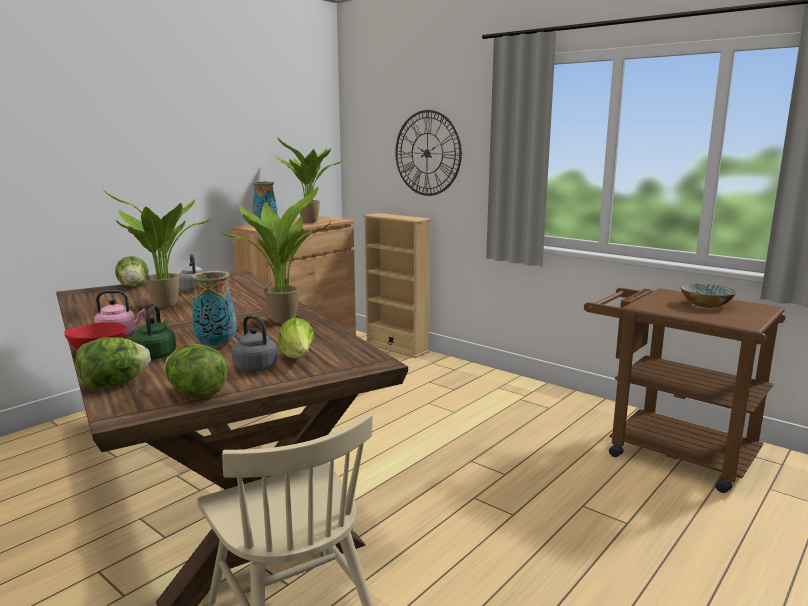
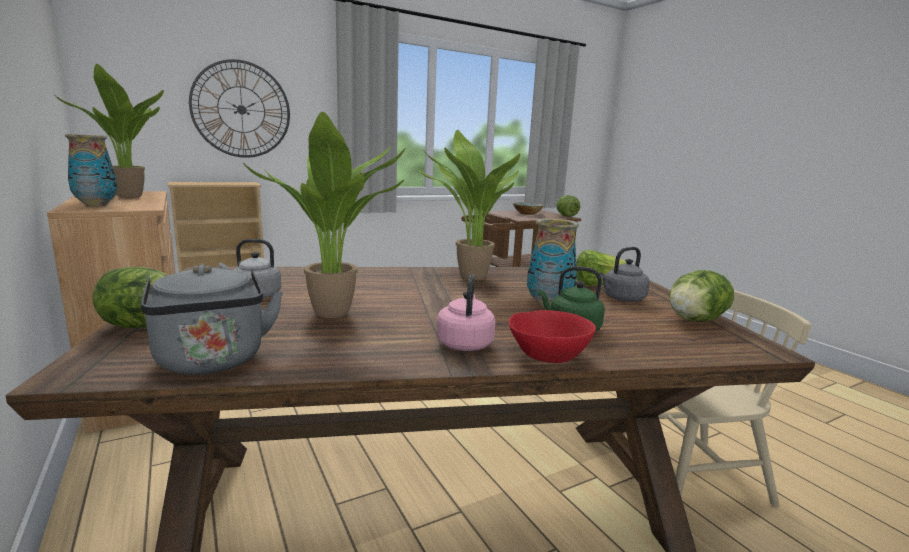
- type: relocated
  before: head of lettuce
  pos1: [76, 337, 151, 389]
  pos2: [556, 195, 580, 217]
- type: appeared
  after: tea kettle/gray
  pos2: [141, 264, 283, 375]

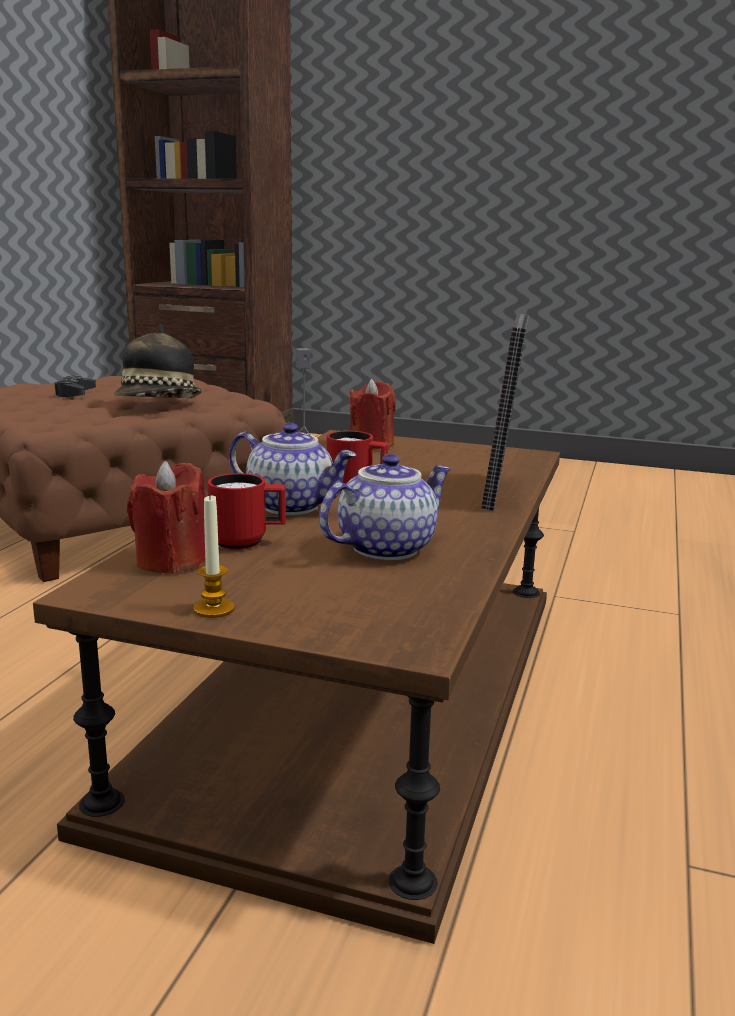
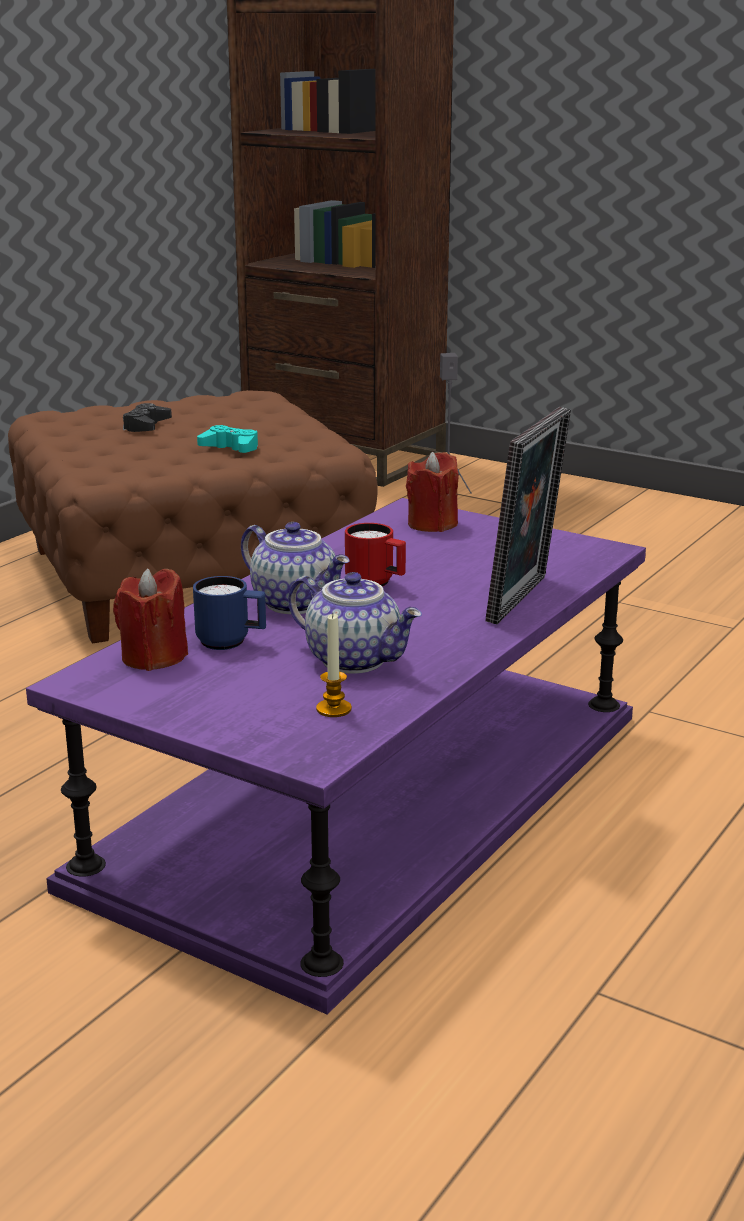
- type: colour
  before: low table/brown-coloured
  after: low table/purple
  pos1: [33, 430, 560, 944]
  pos2: [26, 498, 646, 1015]
- type: exchanged
  before: wearable hat
  after: gamepad/turquoise
  pos1: [114, 324, 201, 398]
  pos2: [197, 425, 258, 453]
- type: relocated
  before: candle
  pos1: [193, 494, 235, 618]
  pos2: [316, 613, 352, 717]
- type: colour
  before: mug/reddish
  after: mug/blue-coloured
  pos1: [208, 473, 286, 550]
  pos2: [193, 576, 266, 650]
- type: spun
  before: pot for tea
  pos1: [319, 454, 451, 560]
  pos2: [288, 572, 422, 674]
  turn: 60

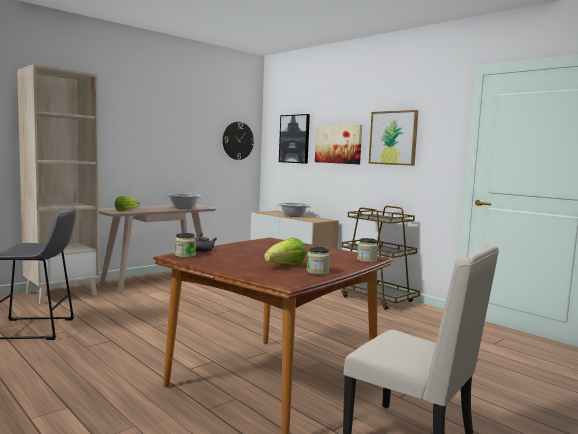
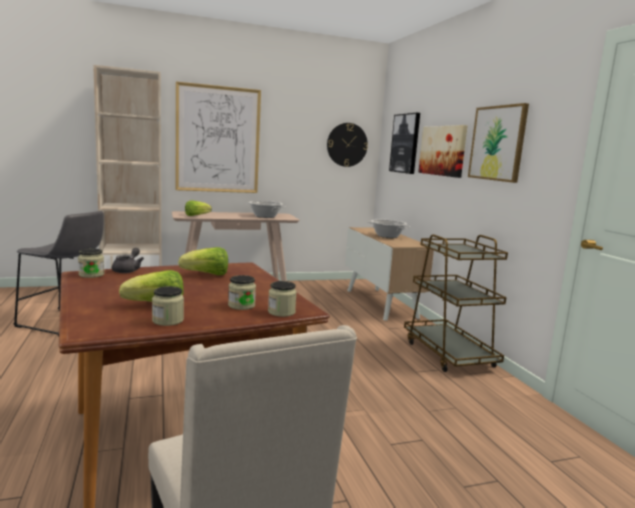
- type: appeared
  after: wall art
  pos2: [176, 81, 261, 193]
- type: appeared
  after: head of lettuce
  pos2: [178, 247, 228, 275]
- type: appeared
  after: preserve jar
  pos2: [228, 275, 256, 310]

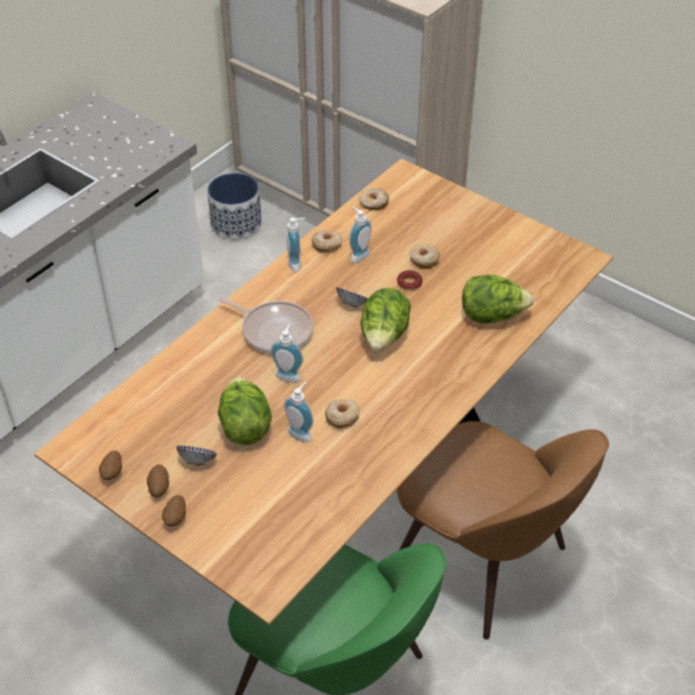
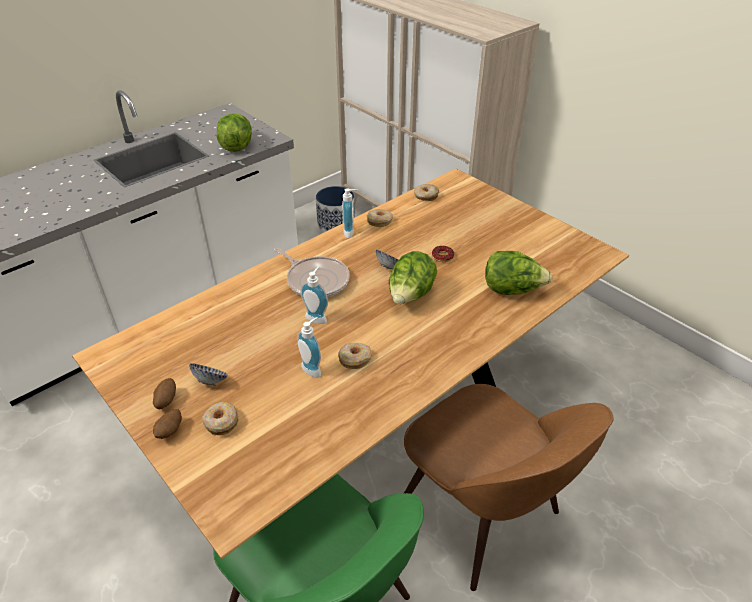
- type: missing
  before: potato
  pos1: [99, 450, 122, 480]
- type: relocated
  before: head of lettuce
  pos1: [218, 376, 272, 445]
  pos2: [217, 113, 251, 152]
- type: missing
  before: soap dispenser
  pos1: [349, 206, 372, 263]
- type: relocated
  before: ring doughnut
  pos1: [409, 244, 440, 269]
  pos2: [202, 402, 238, 435]

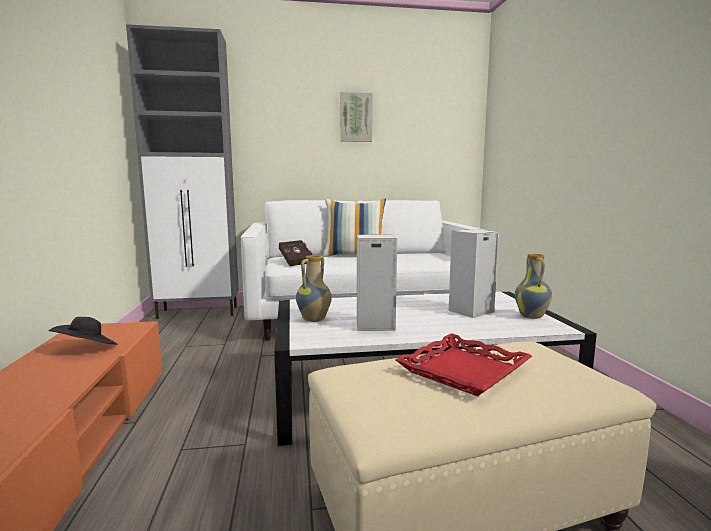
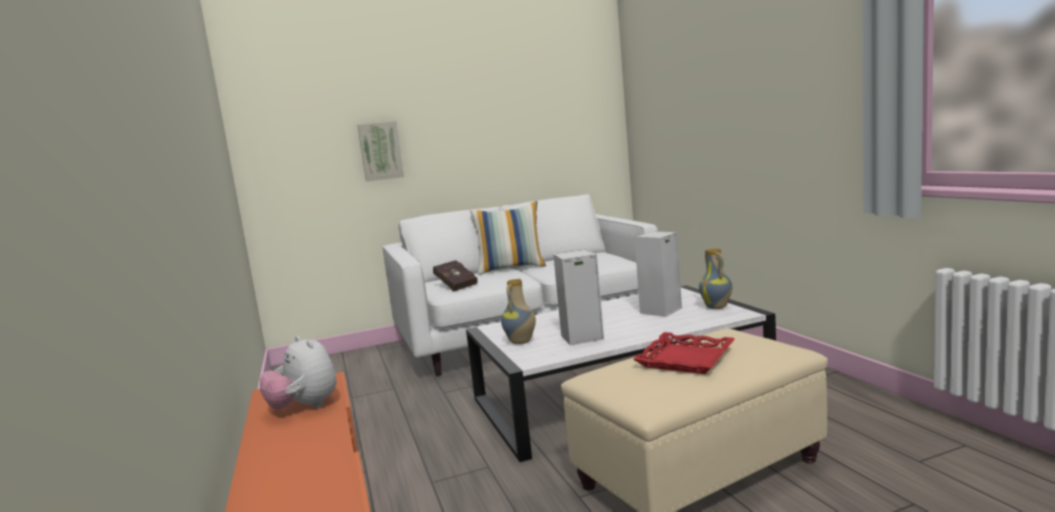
- type: exchanged
  before: wearable hat/blackish
  after: cuddly toy
  pos1: [49, 317, 118, 345]
  pos2: [260, 336, 337, 410]
- type: missing
  before: storage cabinet/gray
  pos1: [126, 24, 239, 319]
- type: relocated
  before: wall art
  pos1: [340, 92, 372, 142]
  pos2: [358, 121, 404, 181]

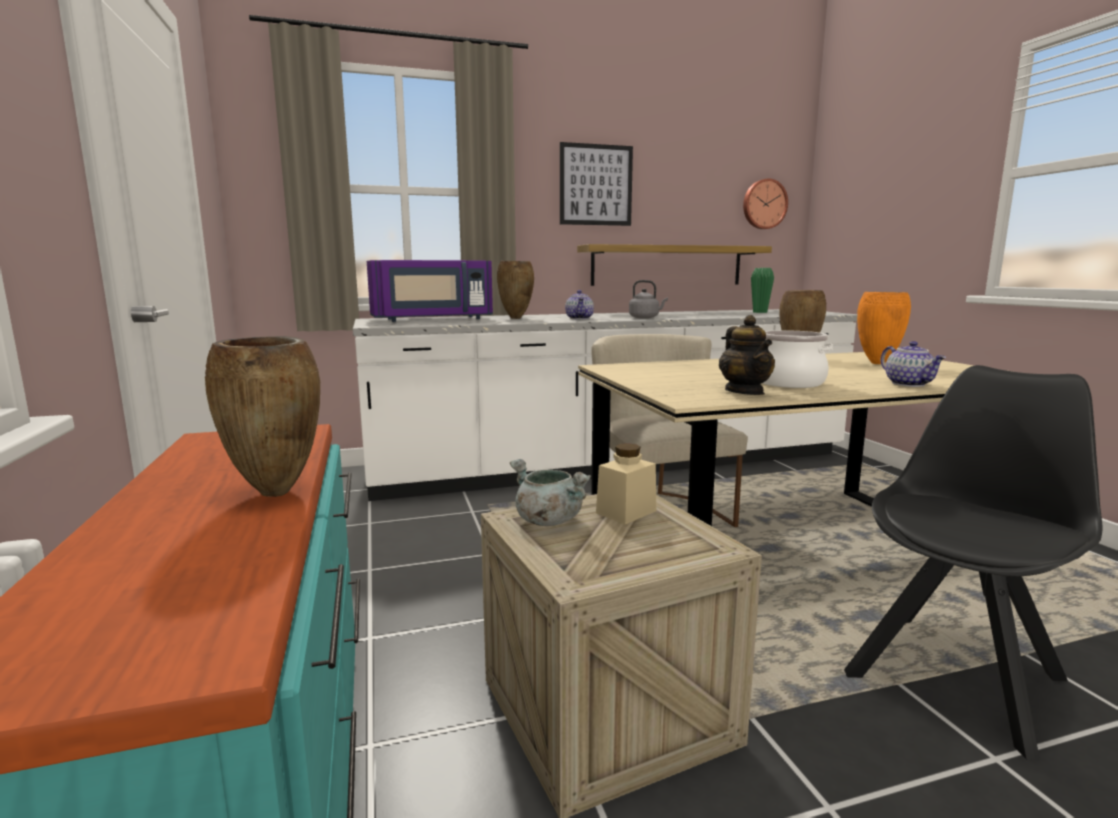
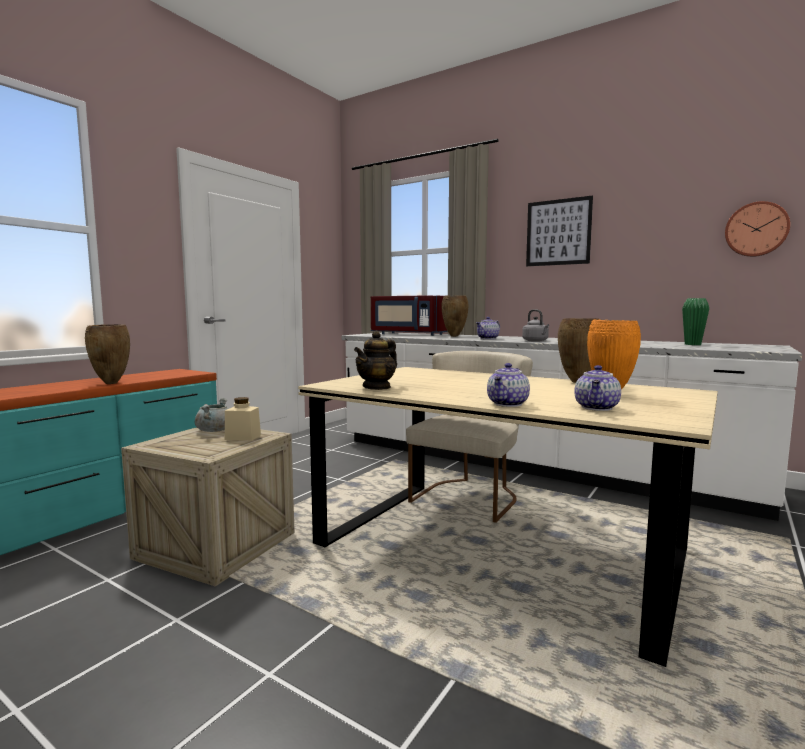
- type: colour
  before: kitchen microwave/purple
  after: kitchen microwave/reddish
  pos1: [367, 260, 493, 322]
  pos2: [371, 295, 448, 336]
- type: missing
  before: shelf
  pos1: [577, 244, 772, 286]
- type: missing
  before: saucepot
  pos1: [763, 330, 833, 388]
- type: missing
  before: plain chair/blackish
  pos1: [844, 365, 1102, 760]
- type: appeared
  after: pot for tea
  pos2: [574, 365, 621, 411]

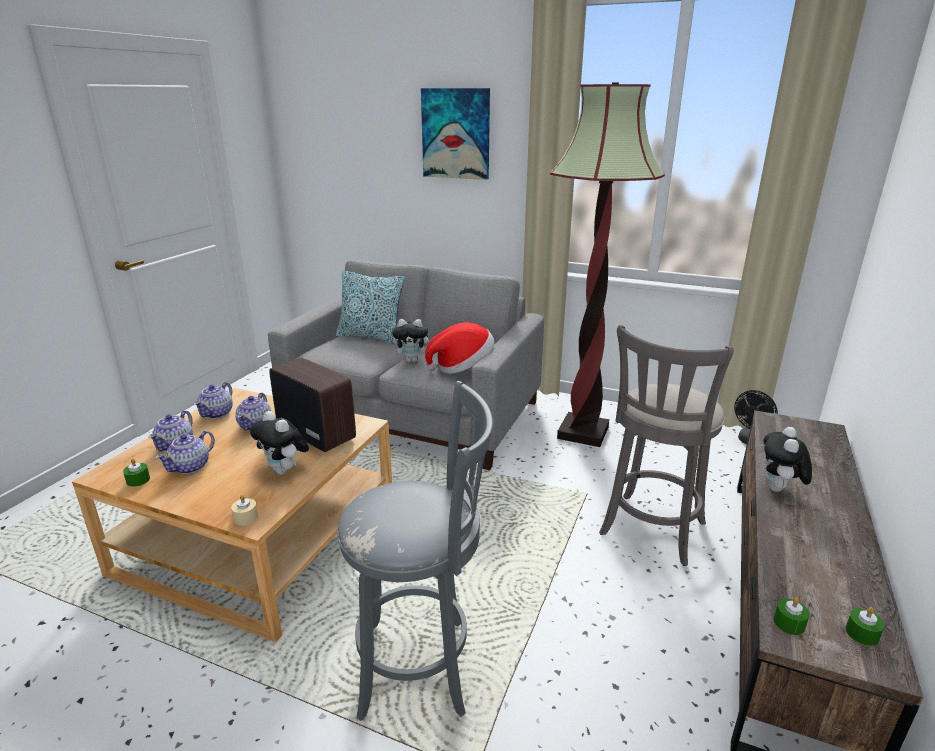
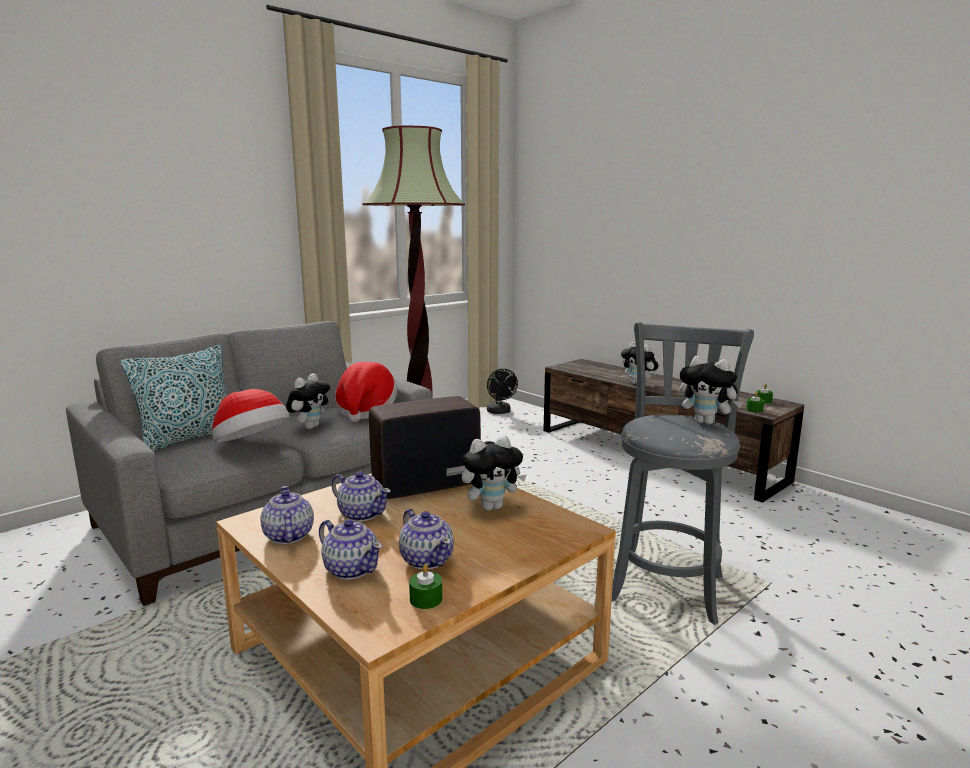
- type: spun
  before: pot for tea
  pos1: [194, 382, 233, 419]
  pos2: [260, 486, 314, 544]
  turn: -150
- type: missing
  before: candle/beige
  pos1: [231, 495, 258, 526]
- type: missing
  before: wall art
  pos1: [421, 88, 490, 180]
- type: missing
  before: sitting stool/gray
  pos1: [599, 325, 734, 566]
- type: appeared
  after: wearable hat
  pos2: [212, 389, 290, 443]
- type: appeared
  after: cuddly toy
  pos2: [680, 356, 743, 425]

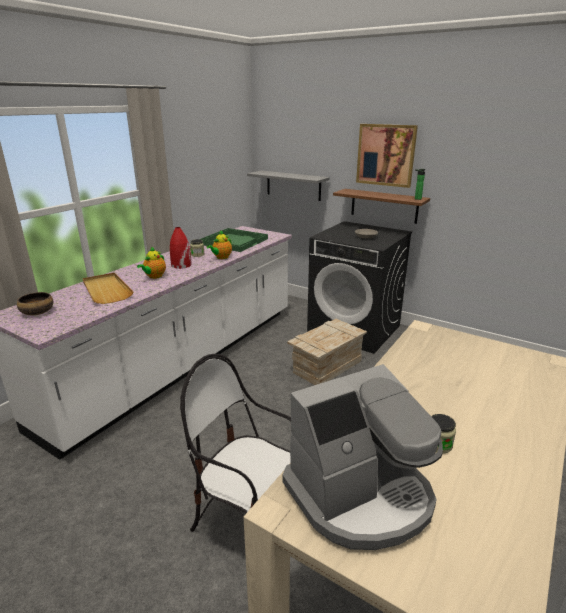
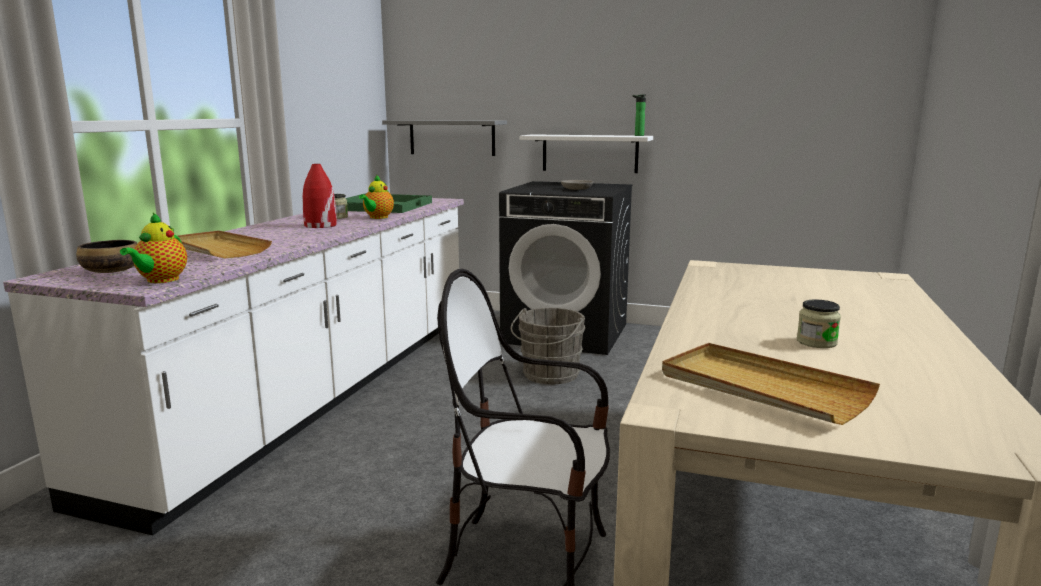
- type: relocated
  before: pot for tea
  pos1: [137, 247, 166, 279]
  pos2: [120, 213, 187, 283]
- type: exchanged
  before: coffee machine
  after: carrying tray/beige
  pos1: [282, 364, 443, 550]
  pos2: [662, 343, 880, 425]
- type: exchanged
  before: packing crate
  after: pail/gray
  pos1: [287, 319, 367, 385]
  pos2: [511, 308, 586, 384]
- type: colour
  before: shelf/brown-coloured
  after: shelf/white
  pos1: [333, 189, 430, 224]
  pos2: [520, 134, 653, 173]
- type: missing
  before: wall art
  pos1: [356, 124, 418, 188]

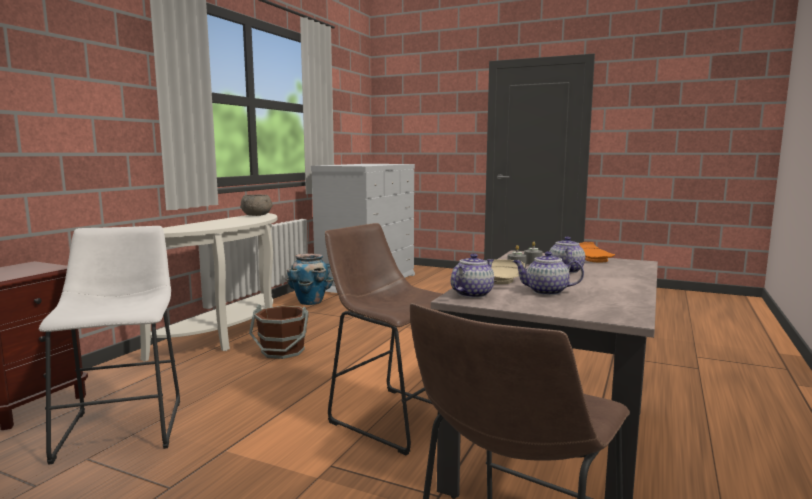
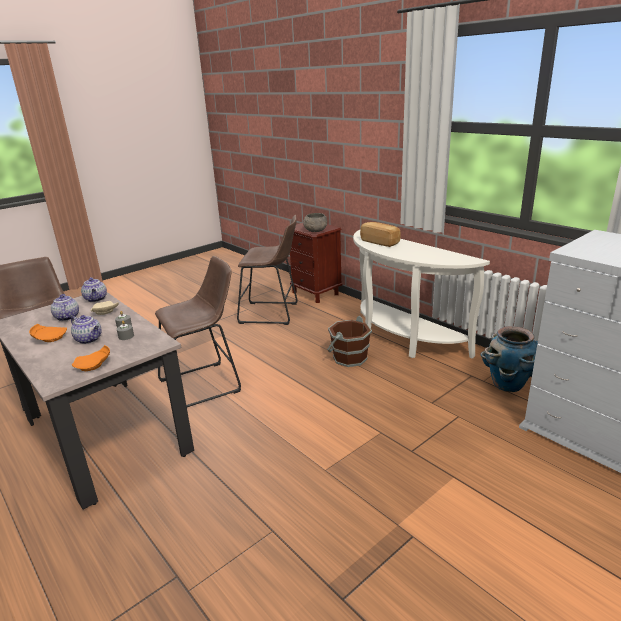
- type: colour
  before: sitting stool/white
  after: sitting stool/brown-coloured
  pos1: [39, 226, 180, 465]
  pos2: [237, 215, 298, 325]
- type: relocated
  before: deep dish/gray
  pos1: [240, 194, 273, 216]
  pos2: [303, 213, 327, 232]
- type: spun
  before: pot for tea
  pos1: [513, 251, 584, 295]
  pos2: [51, 294, 79, 321]
  turn: -60
- type: appeared
  after: flat dish/orange
  pos2: [29, 324, 67, 342]
- type: appeared
  after: bread
  pos2: [360, 222, 401, 247]

